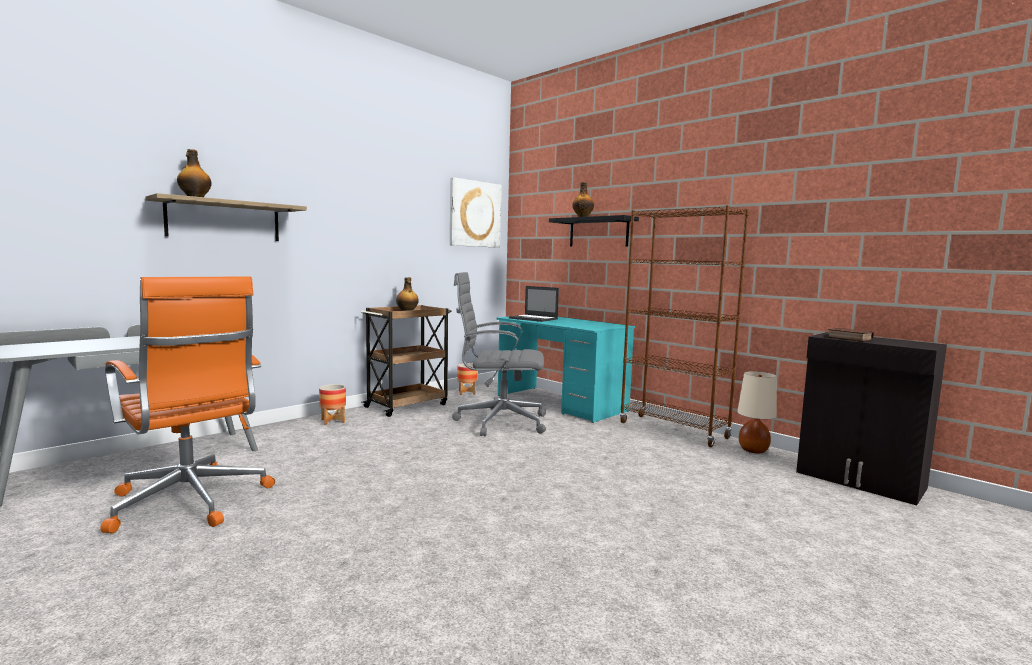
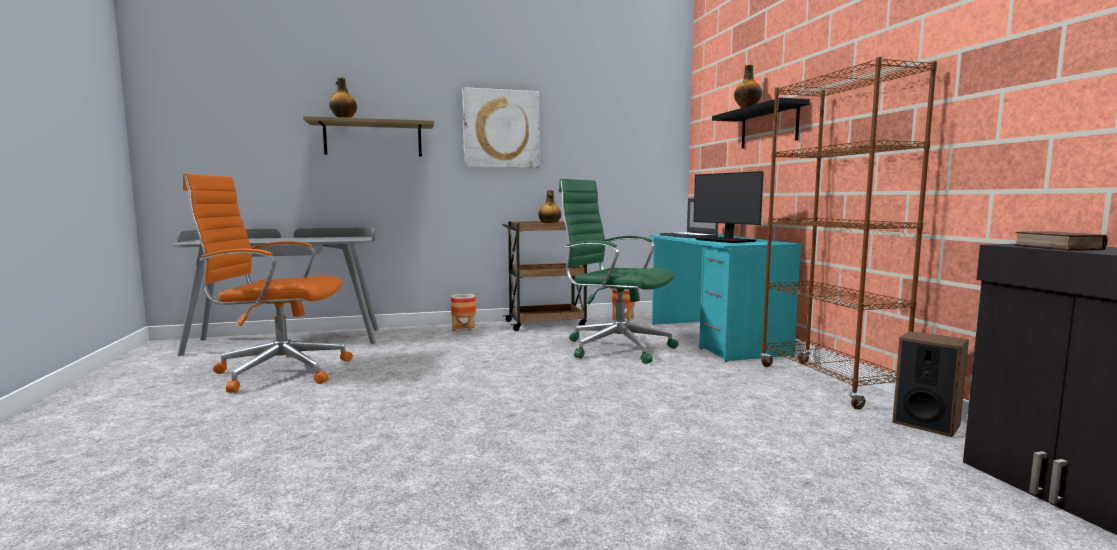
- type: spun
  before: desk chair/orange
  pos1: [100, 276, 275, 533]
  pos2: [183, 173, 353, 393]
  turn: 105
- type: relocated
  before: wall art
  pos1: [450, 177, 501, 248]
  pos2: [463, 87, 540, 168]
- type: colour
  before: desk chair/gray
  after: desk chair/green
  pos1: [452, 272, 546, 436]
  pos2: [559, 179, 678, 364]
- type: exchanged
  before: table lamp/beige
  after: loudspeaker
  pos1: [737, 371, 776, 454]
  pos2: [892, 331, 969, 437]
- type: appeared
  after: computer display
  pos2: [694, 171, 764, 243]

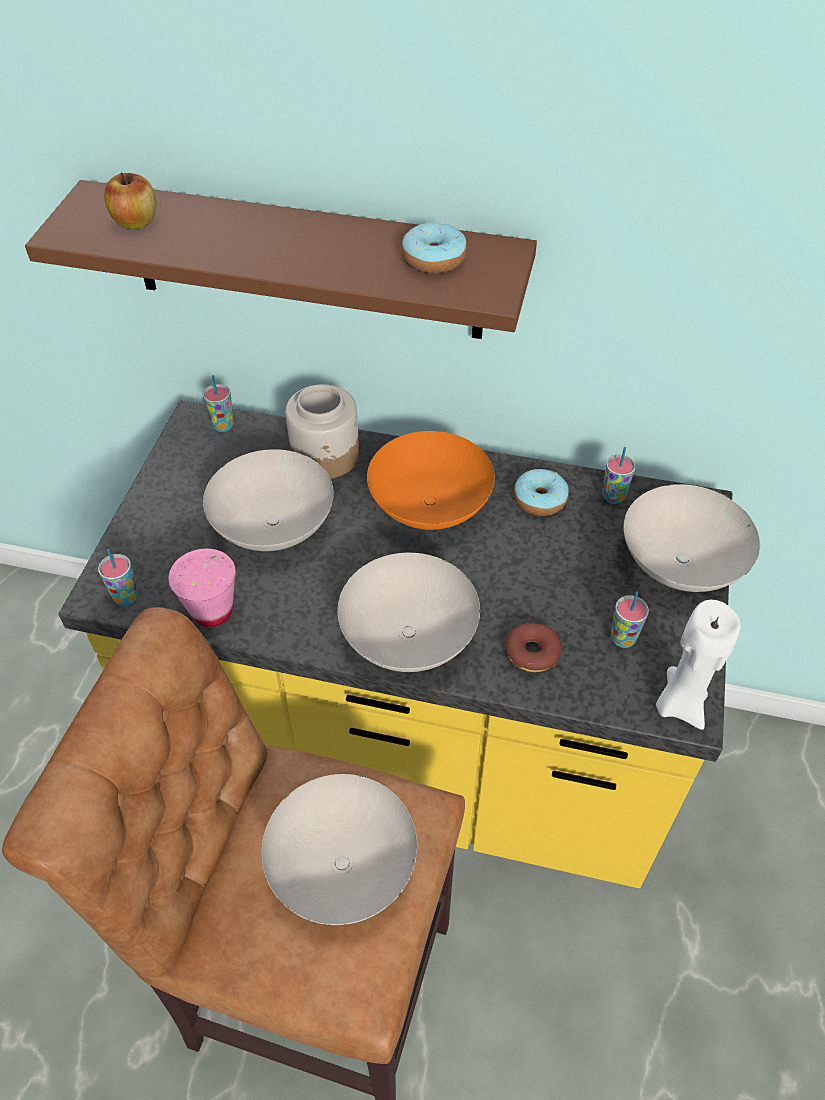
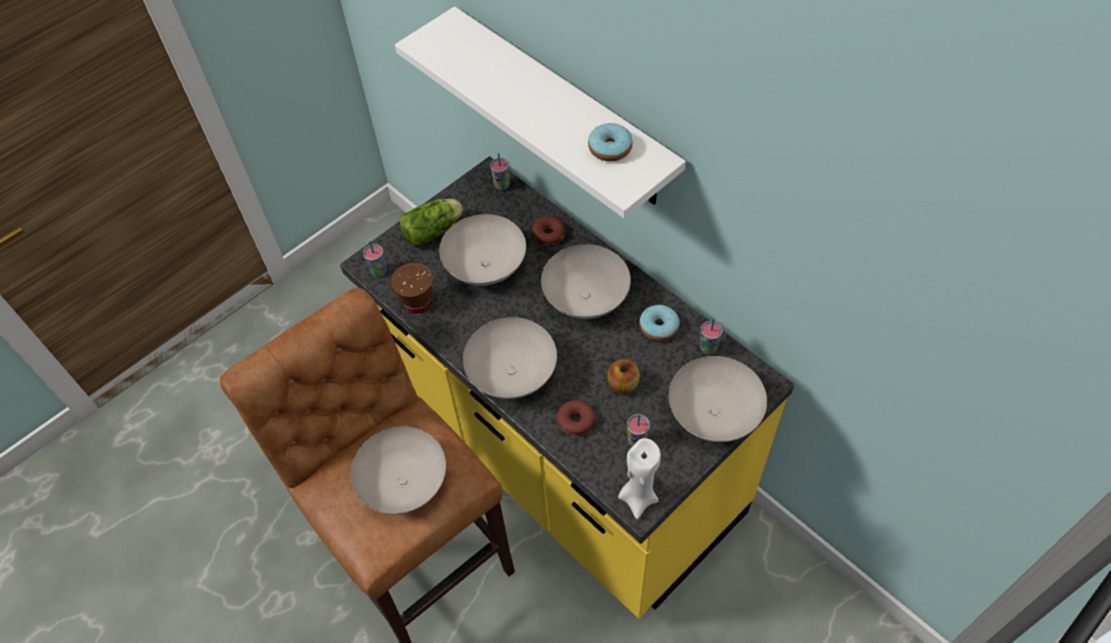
- type: colour
  before: shelf/brown-coloured
  after: shelf/white
  pos1: [25, 180, 537, 339]
  pos2: [395, 6, 686, 219]
- type: relocated
  before: whole apple
  pos1: [104, 172, 156, 229]
  pos2: [607, 359, 640, 394]
- type: colour
  before: cup/pinkish
  after: cup/brown-coloured
  pos1: [168, 549, 236, 627]
  pos2: [390, 263, 433, 313]
- type: exchanged
  before: preserve jar
  after: ring doughnut
  pos1: [285, 384, 359, 479]
  pos2: [532, 216, 565, 245]
- type: colour
  before: deep dish/orange
  after: deep dish/white
  pos1: [367, 431, 495, 530]
  pos2: [541, 244, 631, 319]
- type: appeared
  after: head of lettuce
  pos2: [400, 199, 463, 246]

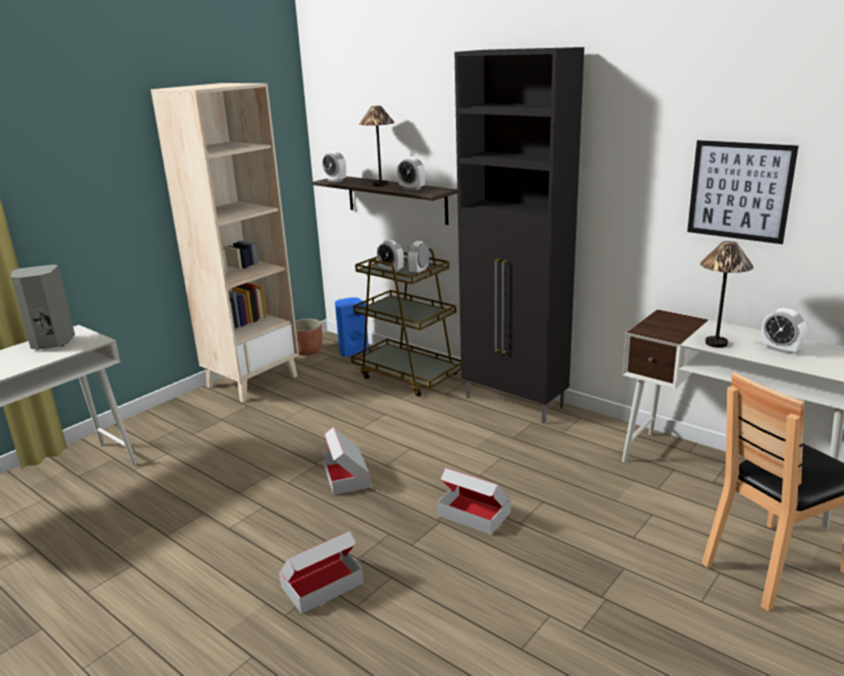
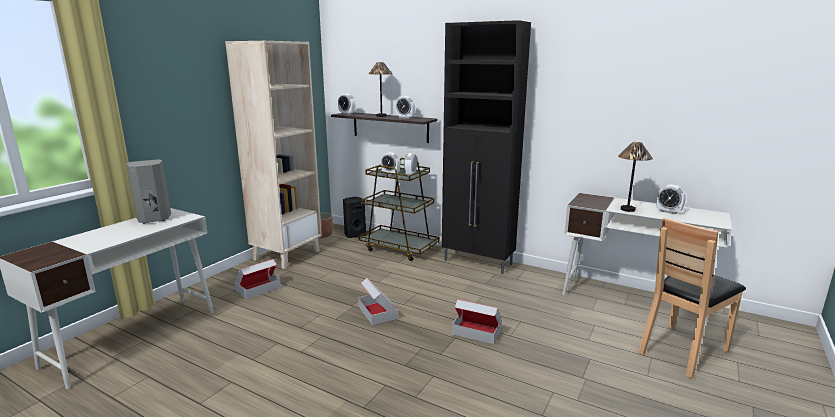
- type: relocated
  before: cardboard box
  pos1: [279, 531, 364, 614]
  pos2: [235, 259, 281, 299]
- type: colour
  before: loudspeaker/blue-coloured
  after: loudspeaker/blackish
  pos1: [335, 297, 369, 357]
  pos2: [343, 197, 366, 238]
- type: missing
  before: wall art
  pos1: [687, 140, 798, 244]

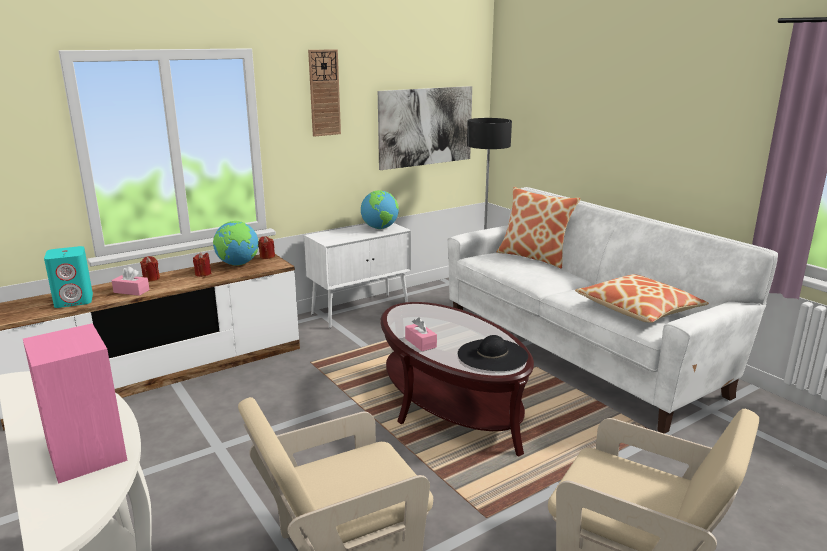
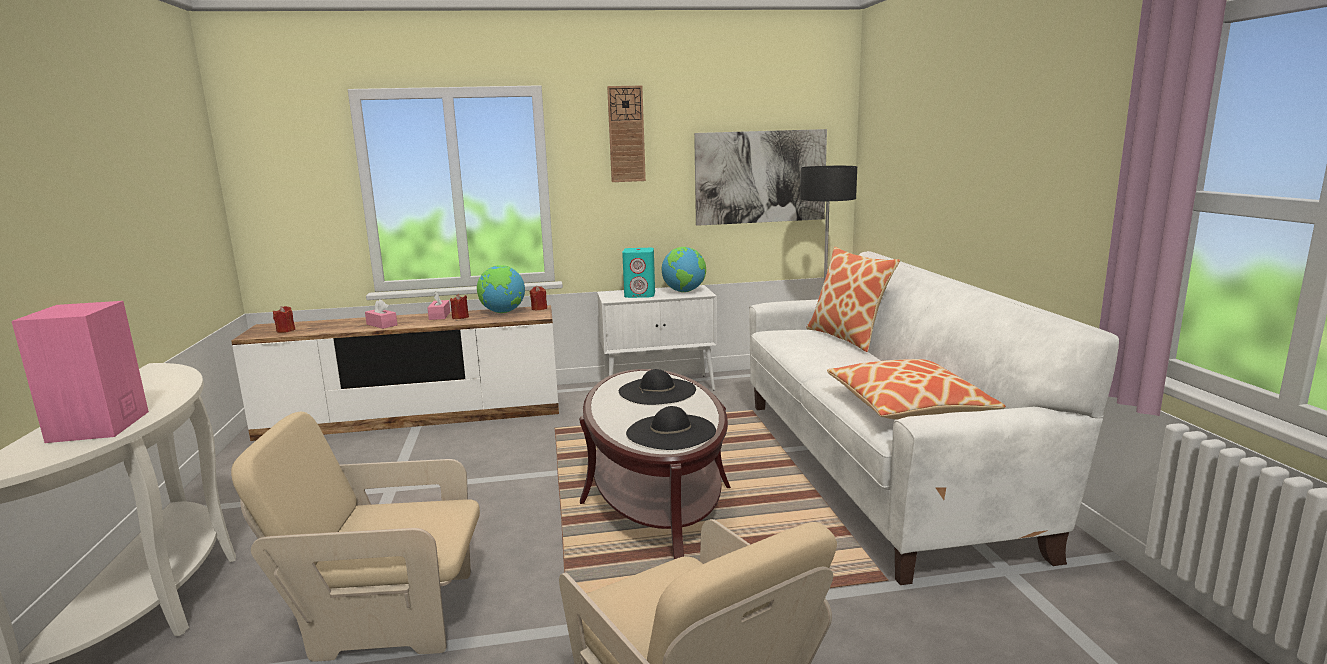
- type: relocated
  before: loudspeaker/turquoise
  pos1: [44, 246, 93, 308]
  pos2: [622, 248, 655, 298]
- type: relocated
  before: candle/reddish
  pos1: [140, 256, 160, 282]
  pos2: [273, 306, 295, 333]
- type: relocated
  before: tissue box/pinkish
  pos1: [405, 317, 437, 351]
  pos2: [427, 292, 450, 320]
- type: appeared
  after: wearable hat/blackish
  pos2: [619, 369, 696, 405]

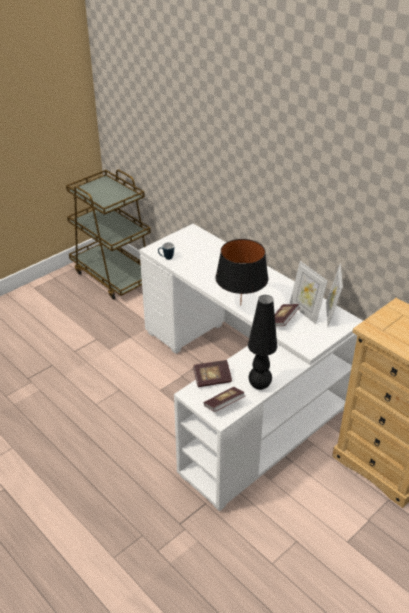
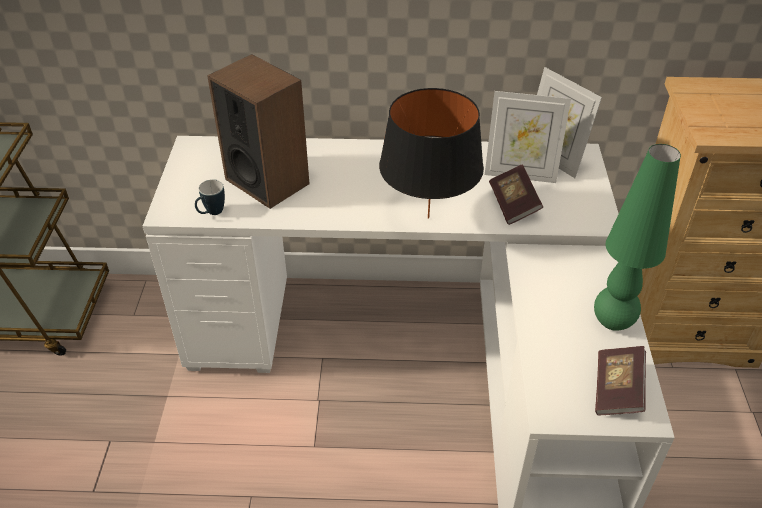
- type: missing
  before: volume
  pos1: [193, 360, 232, 387]
- type: colour
  before: table lamp/blackish
  after: table lamp/green
  pos1: [248, 295, 277, 390]
  pos2: [594, 144, 681, 331]
- type: appeared
  after: loudspeaker
  pos2: [207, 54, 309, 209]

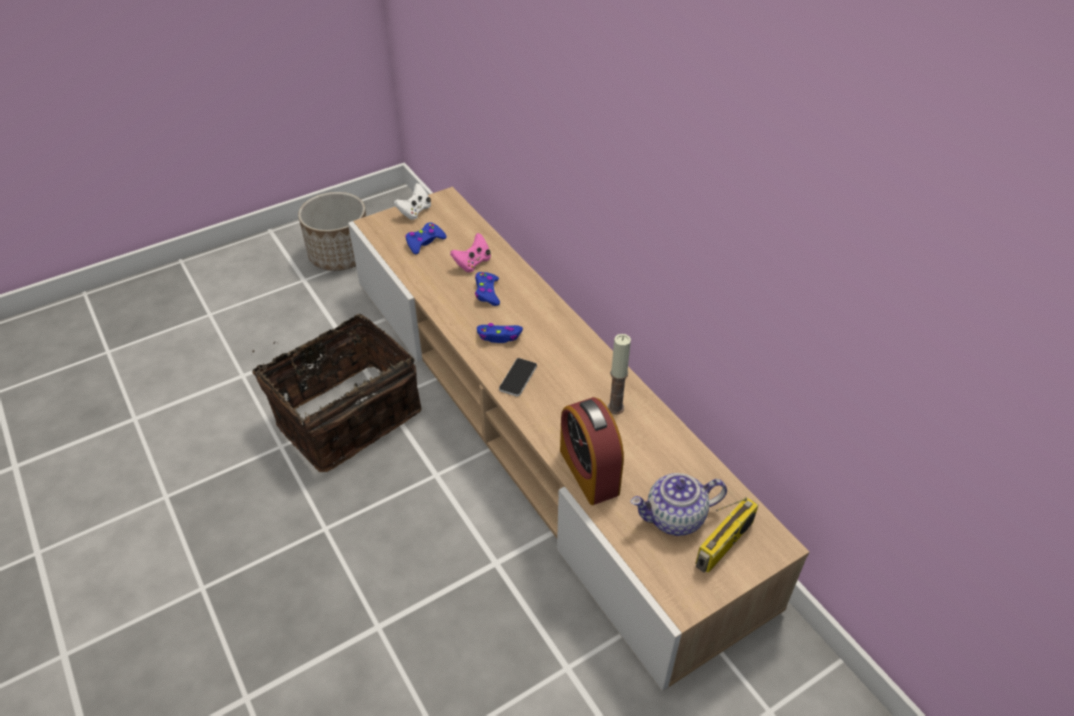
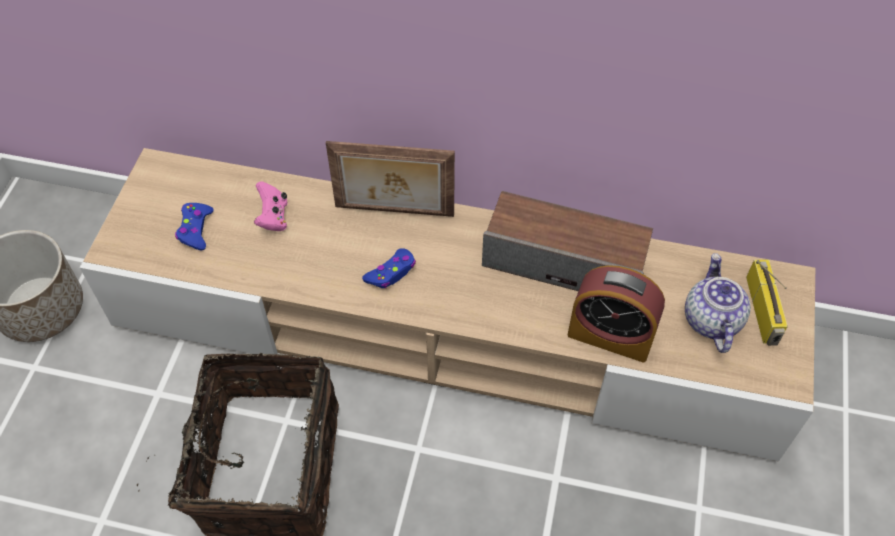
- type: missing
  before: gamepad/white
  pos1: [394, 183, 431, 220]
- type: missing
  before: gamepad/blue-coloured
  pos1: [475, 272, 500, 306]
- type: missing
  before: handset
  pos1: [499, 358, 537, 397]
- type: exchanged
  before: candle
  after: loudspeaker
  pos1: [608, 334, 631, 414]
  pos2: [482, 191, 653, 291]
- type: spun
  before: pot for tea
  pos1: [630, 473, 727, 536]
  pos2: [685, 253, 751, 353]
  turn: 150
- type: appeared
  after: standing frame
  pos2: [326, 141, 455, 217]

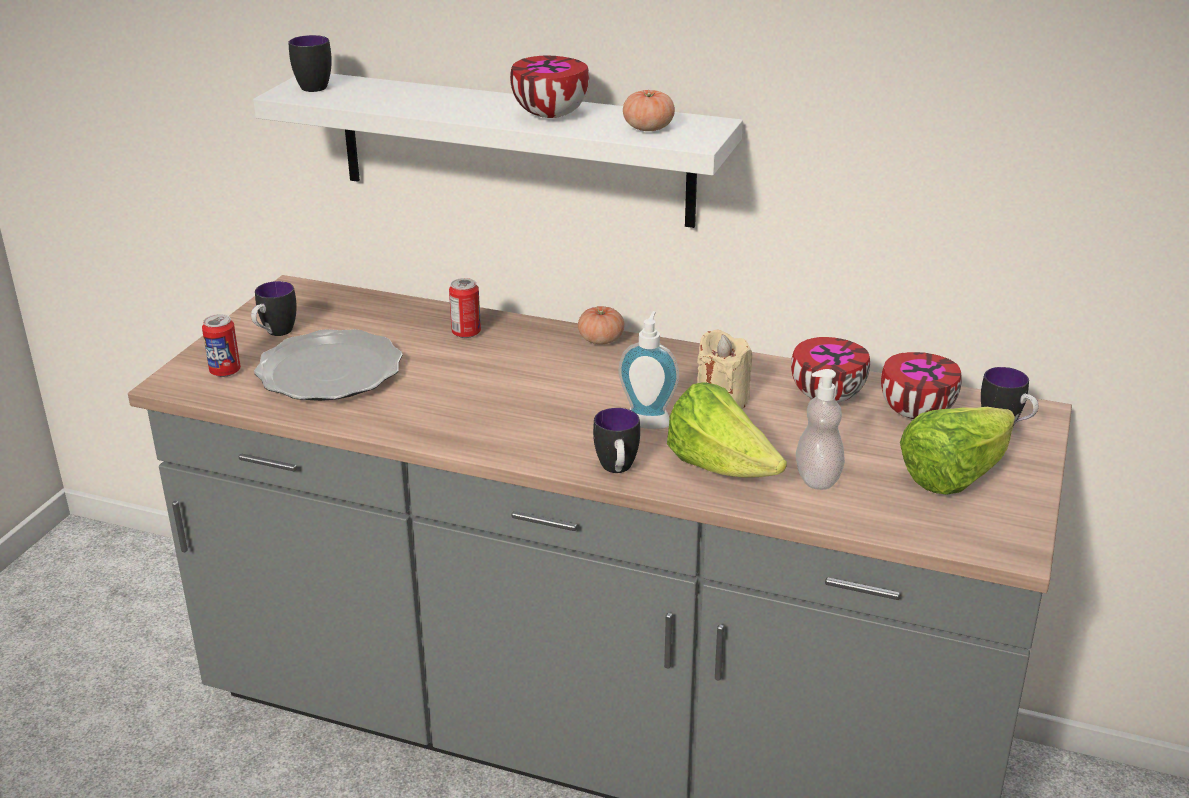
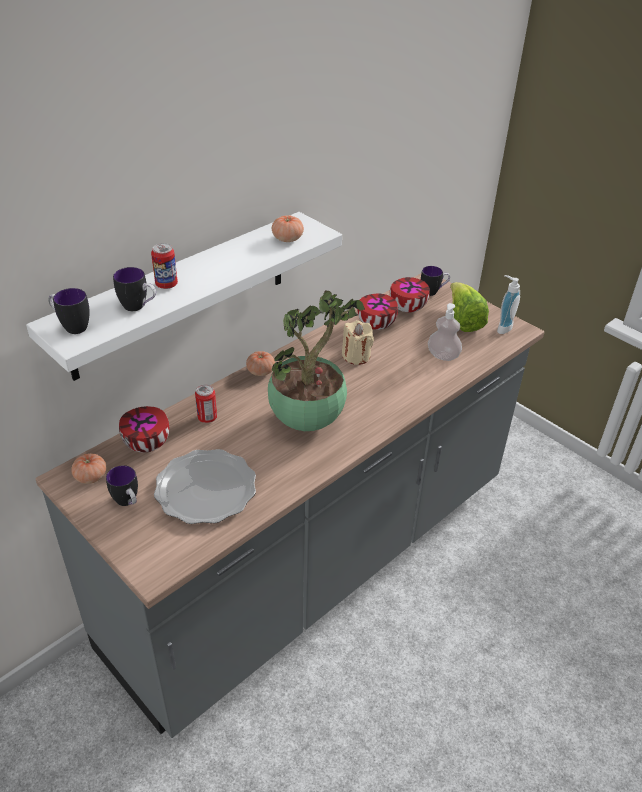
- type: relocated
  before: metal can
  pos1: [202, 314, 241, 377]
  pos2: [151, 243, 178, 289]
- type: relocated
  before: deep dish
  pos1: [510, 56, 589, 118]
  pos2: [119, 406, 170, 453]
- type: relocated
  before: mug
  pos1: [593, 408, 640, 473]
  pos2: [113, 267, 156, 311]
- type: relocated
  before: soap dispenser
  pos1: [618, 311, 679, 429]
  pos2: [497, 275, 520, 334]
- type: missing
  before: head of lettuce
  pos1: [667, 382, 787, 478]
- type: appeared
  after: fresh tomato
  pos2: [71, 453, 106, 484]
- type: appeared
  after: plant in a pot
  pos2: [268, 290, 365, 431]

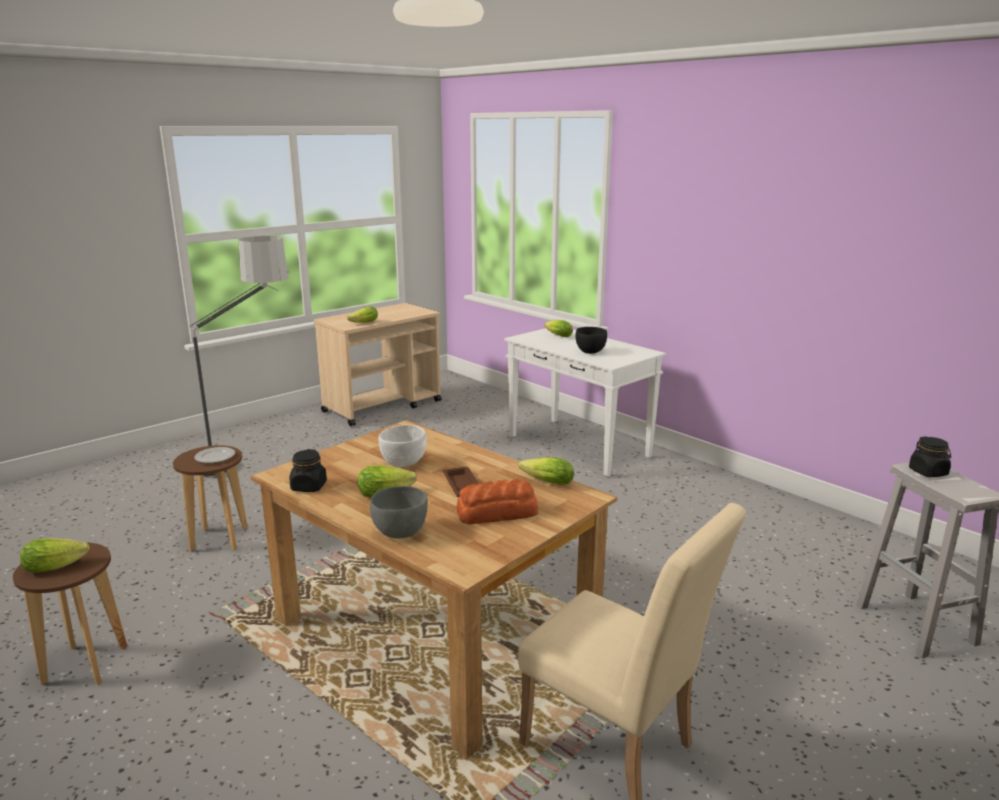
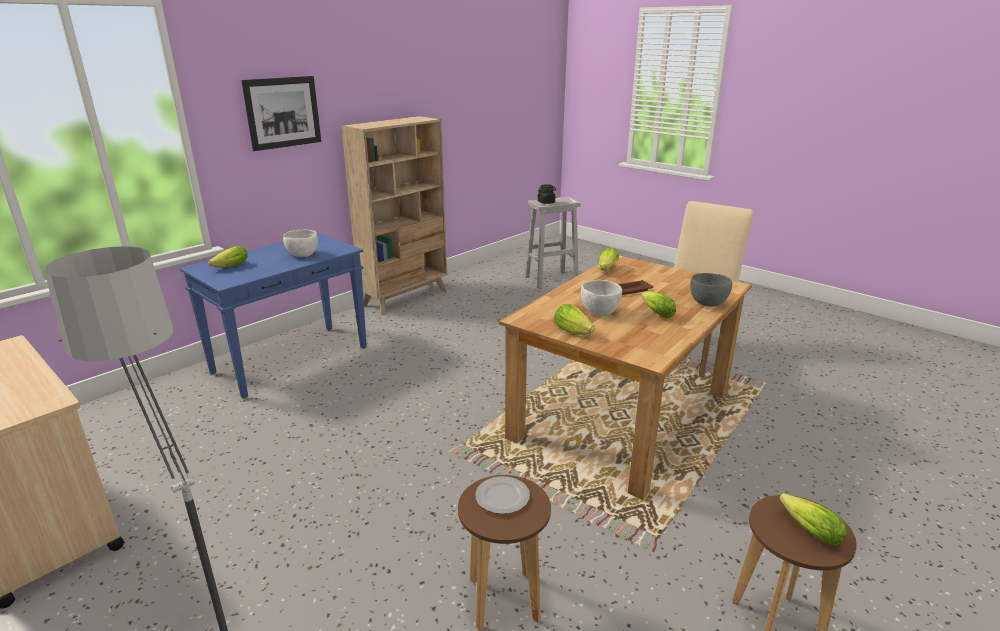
- type: missing
  before: preserve jar/blackish
  pos1: [290, 449, 327, 492]
- type: relocated
  before: head of lettuce
  pos1: [347, 306, 378, 323]
  pos2: [554, 304, 595, 335]
- type: missing
  before: bread
  pos1: [457, 479, 538, 524]
- type: colour
  before: narrow table/white
  after: narrow table/blue-coloured
  pos1: [504, 328, 666, 477]
  pos2: [179, 233, 367, 399]
- type: colour
  before: deep dish/blackish
  after: deep dish/white
  pos1: [576, 327, 607, 354]
  pos2: [283, 230, 318, 257]
- type: appeared
  after: wall art
  pos2: [241, 76, 321, 151]
- type: appeared
  after: bookshelf/beige
  pos2: [341, 116, 447, 315]

